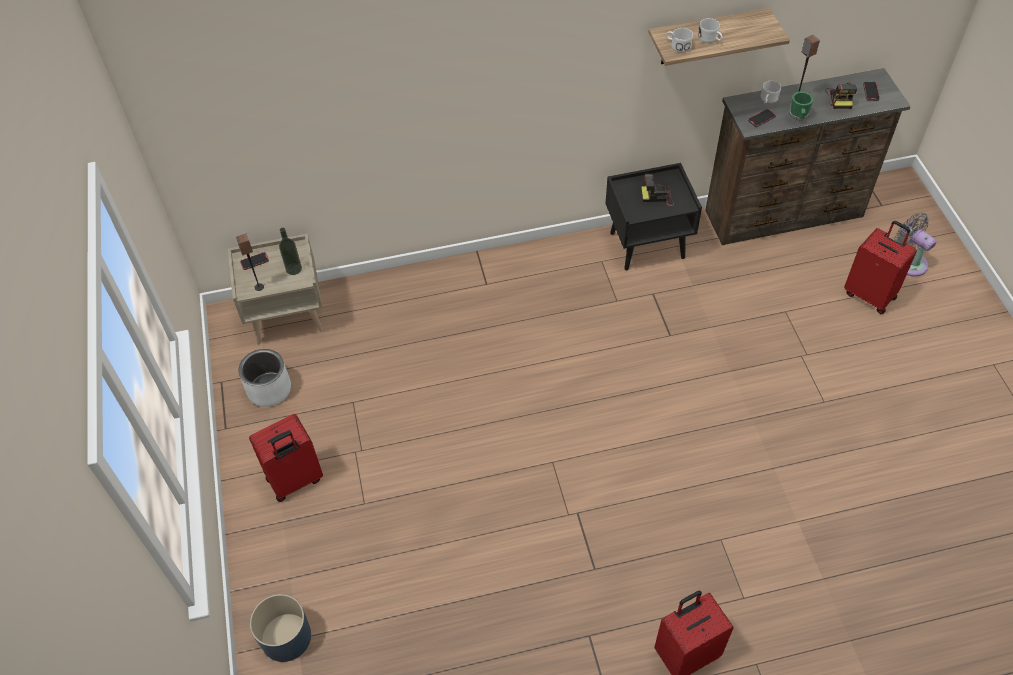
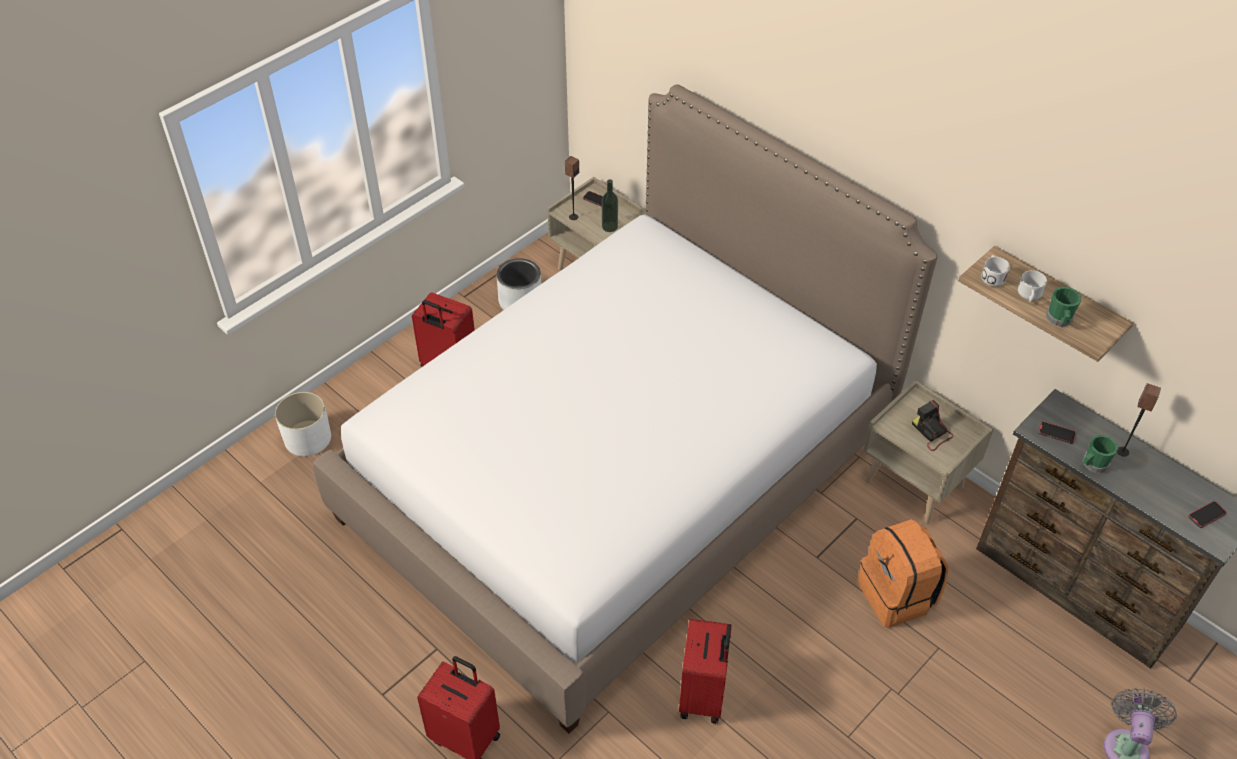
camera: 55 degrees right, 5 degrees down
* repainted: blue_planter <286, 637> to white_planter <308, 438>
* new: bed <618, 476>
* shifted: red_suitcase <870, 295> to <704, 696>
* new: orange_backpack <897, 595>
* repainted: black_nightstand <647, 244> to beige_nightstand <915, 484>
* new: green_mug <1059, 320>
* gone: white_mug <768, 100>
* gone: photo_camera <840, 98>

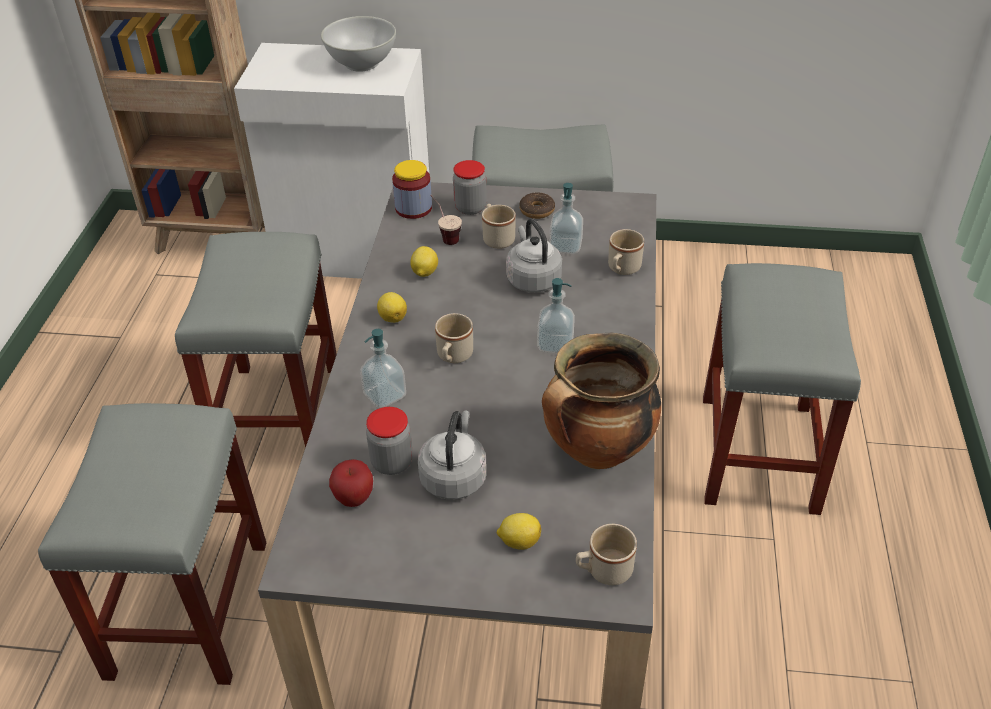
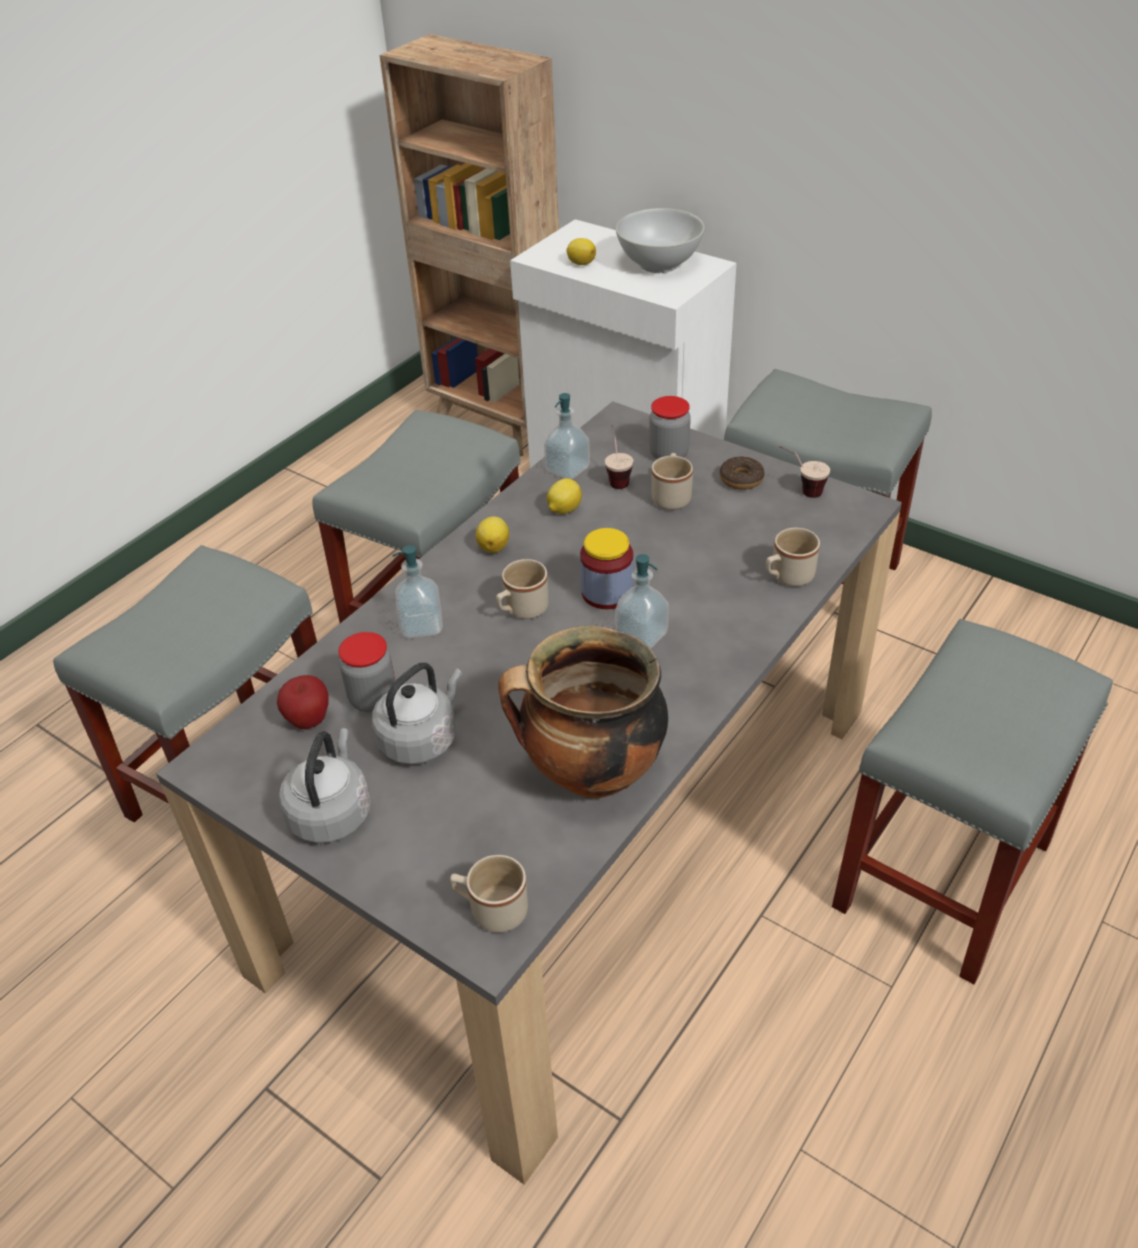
camera: 30 degrees right, 0 degrees up
* shifted: grey_kettle <532, 279> to <332, 812>
* shifted: soap_dispenser <565, 246> to <567, 469>
* shifted: lemon <519, 541> to <581, 263>
* shifted: jar <413, 208> to <607, 592>
* new: cup <800, 490>

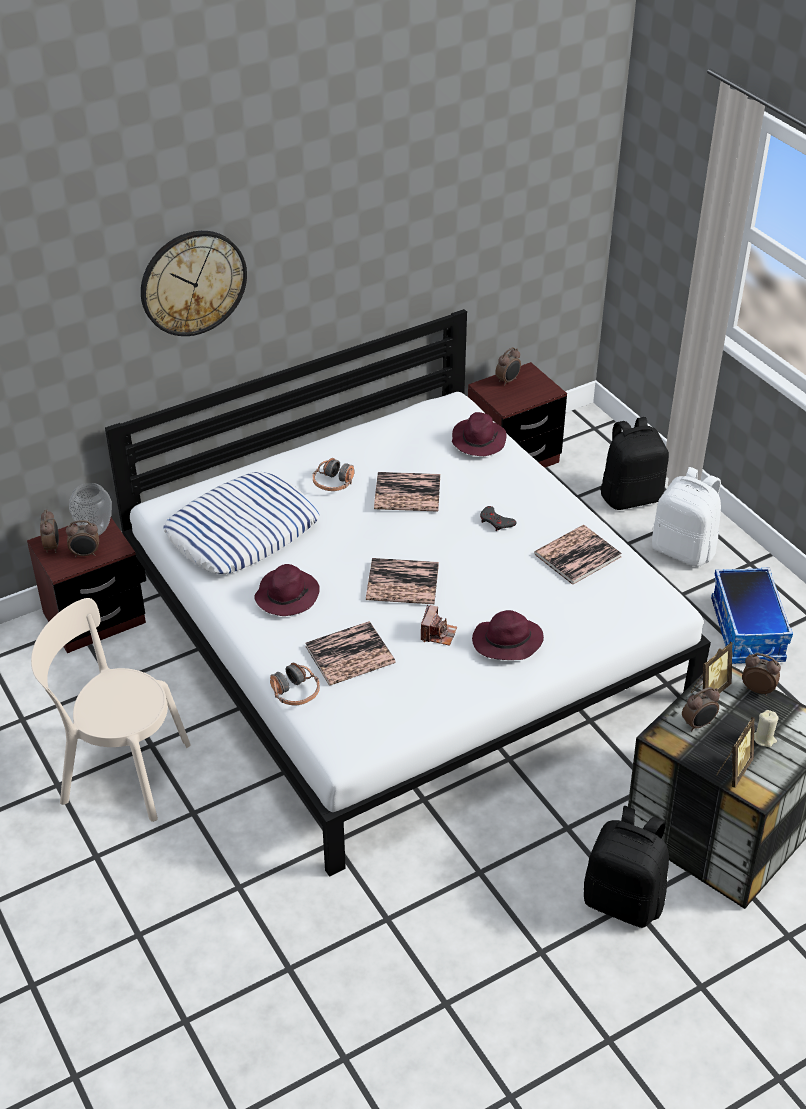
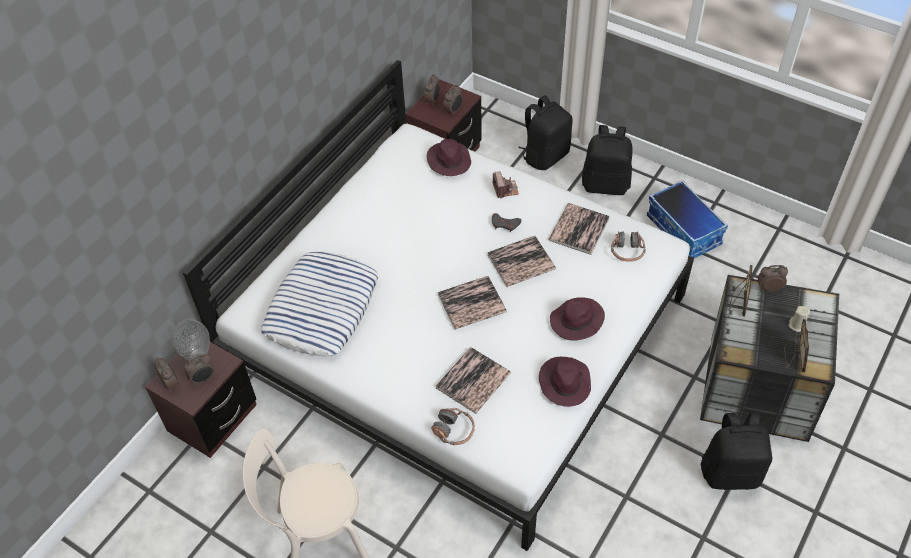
camera: 25 degrees left, 10 degrees up
* shifted: alarm_clock <698, 724> to <453, 111>
* shifted: book <407, 493> to <521, 262>
* shifted: photo_camera <438, 633> to <505, 189>
* shifted: purple_hat <287, 595> to <564, 382>
* repainted: white_backpack <684, 550> to black_backpack <606, 184>
* shifted: headphones <333, 483> to <627, 251>
* gone: wall_clock <193, 283>

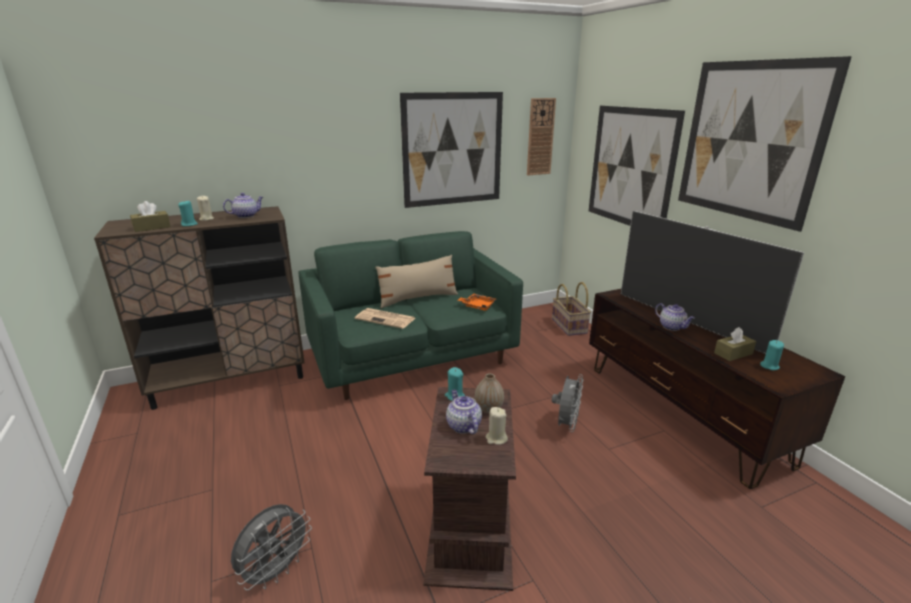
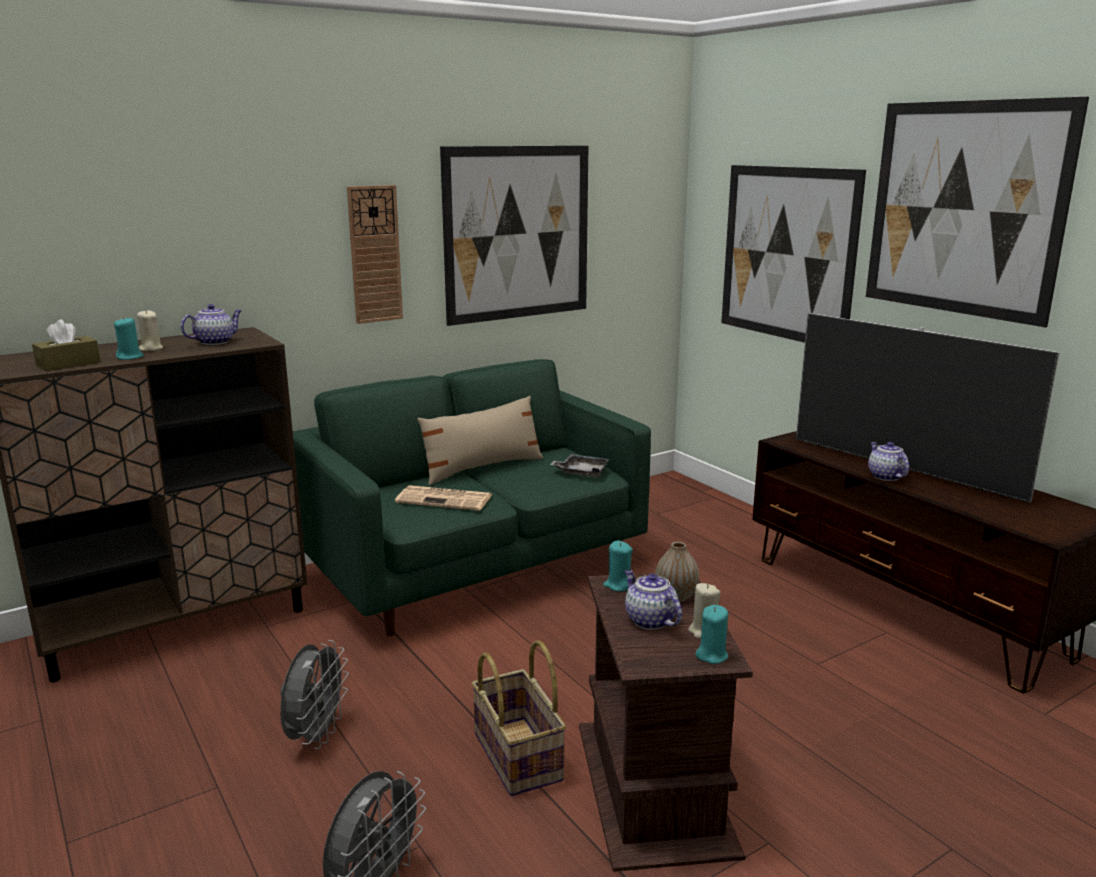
camera: 10 degrees left, 5 degrees down
* shifted: grey_fan <566, 424> to <316, 736>
* shifted: wall_clock <540, 137> to <375, 254>
* shifted: basket <570, 326> to <519, 756>
* repainted: orange_tray <477, 306> to grey_tray <581, 472>
* shifted: turquoise_candle <769, 366> to <711, 655>
* rotated: teapot <672, 327> = <885, 476> 150 degrees counterclockwise
* gone: brown_tissue_box <733, 353>

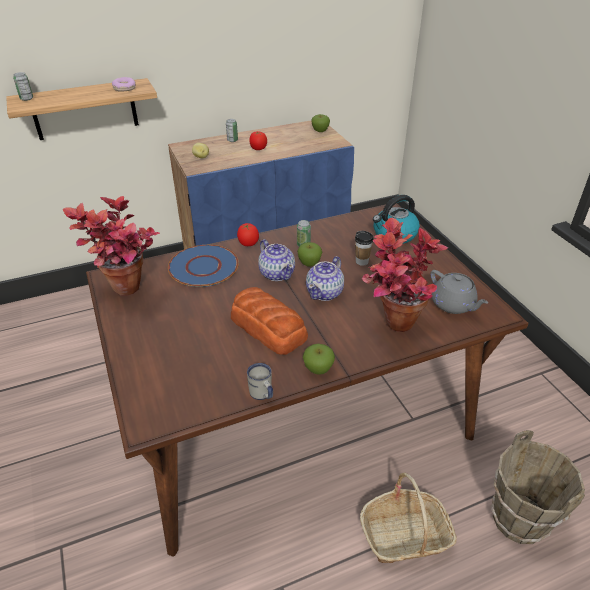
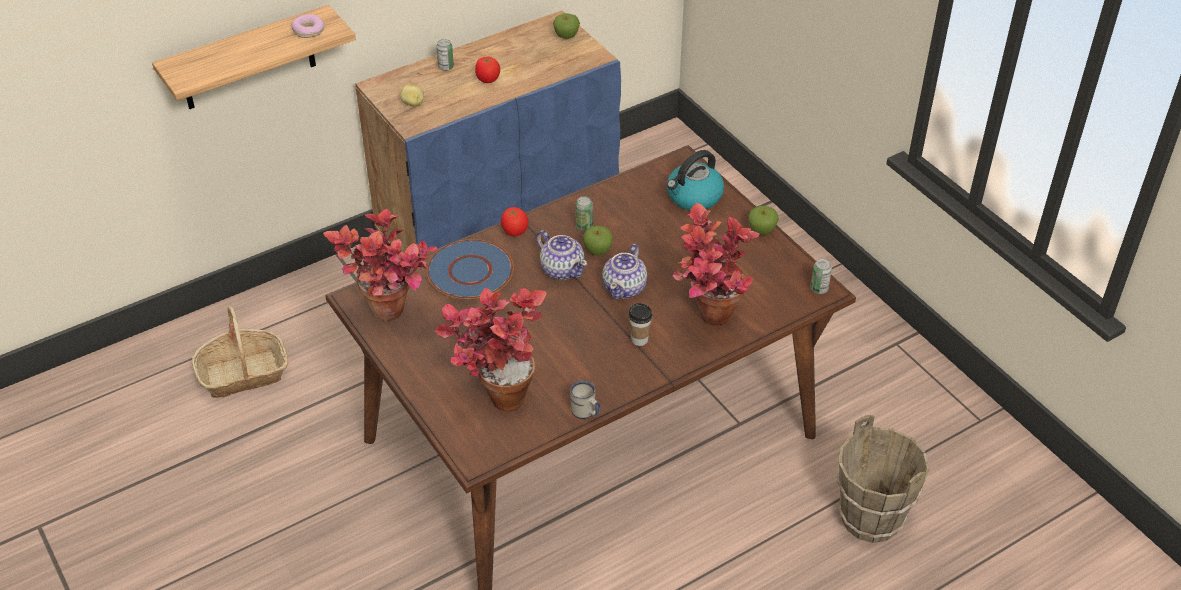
camera: 10 degrees left, 5 degrees up
* shifted: basket <405, 535> to <243, 373>
* new: potted_plant <495, 396>
* shifted: cup <362, 261> to <639, 340>
* shifted: apple <318, 369> to <761, 231>
* shifted: can <26, 99> to <819, 289>
* gone: bread <268, 327>
* gone: grey_teapot <453, 304>

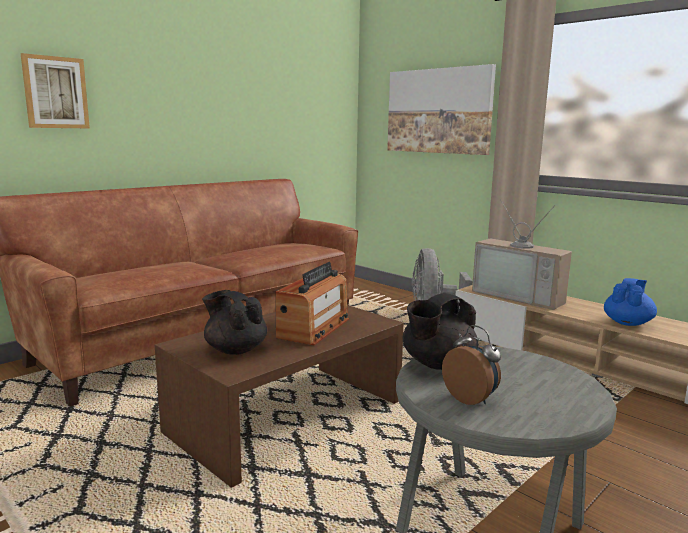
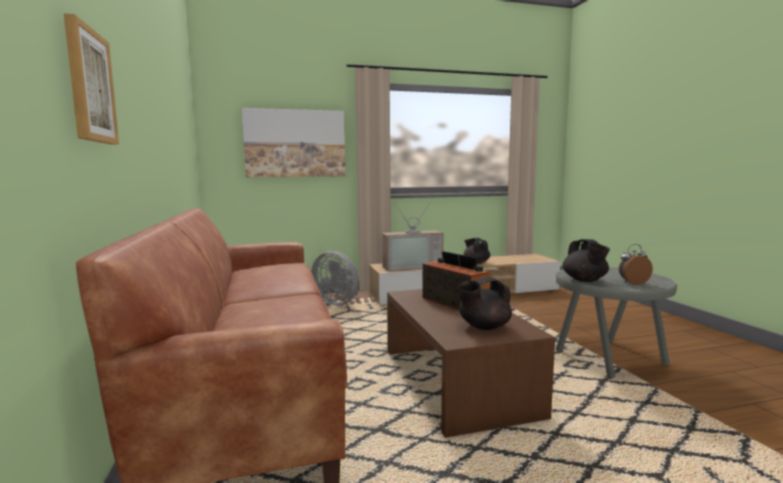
camera: 60 degrees left, 5 degrees down
* repainted: blue_teapot <627, 323> to black_teapot <476, 263>

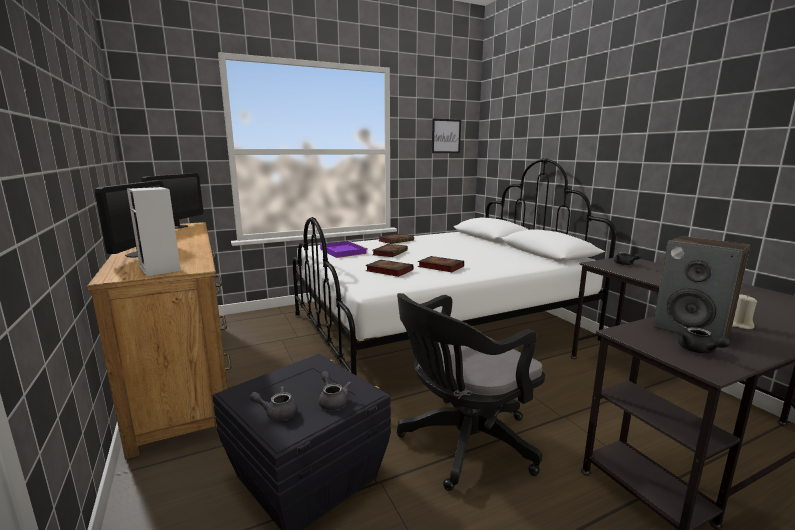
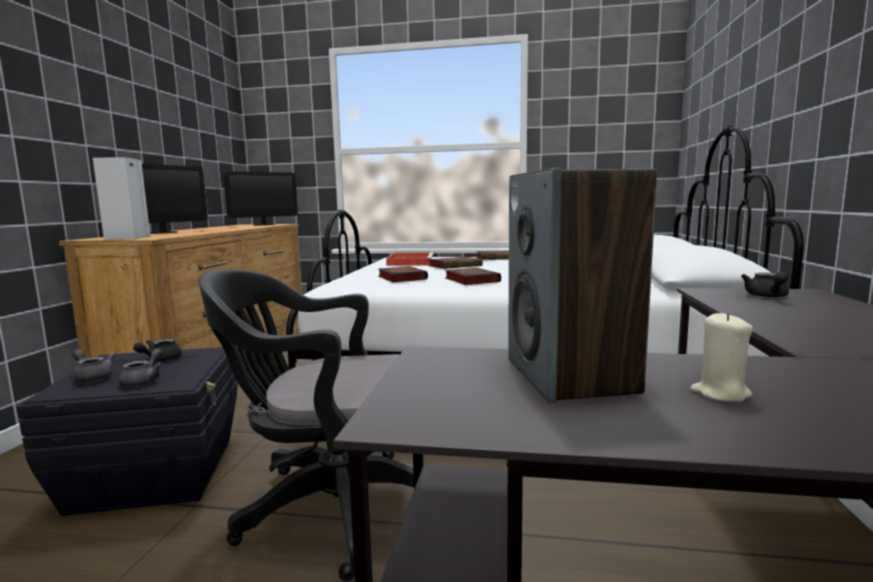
camera: 35 degrees right, 5 degrees down
* shifted: black_teapot <699, 351> to <160, 359>
* repainted: purple_tray <342, 251> to red_tray <410, 262>
* gone: picture <446, 136>

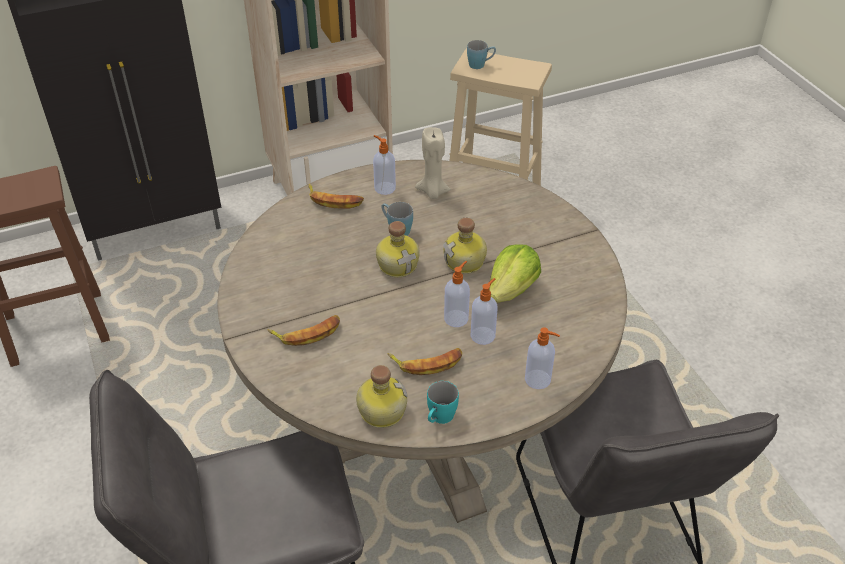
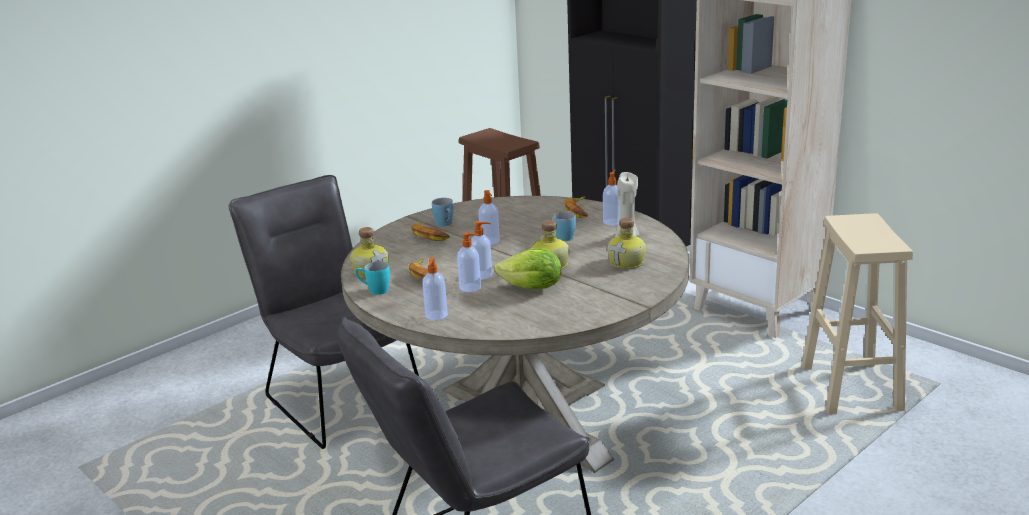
camera: 70 degrees right, 20 degrees down
* shifted: blue_mug <480, 65> to <445, 224>
* new: soap_dispenser <490, 241>
* shifted: bottle <398, 264> to <628, 262>

